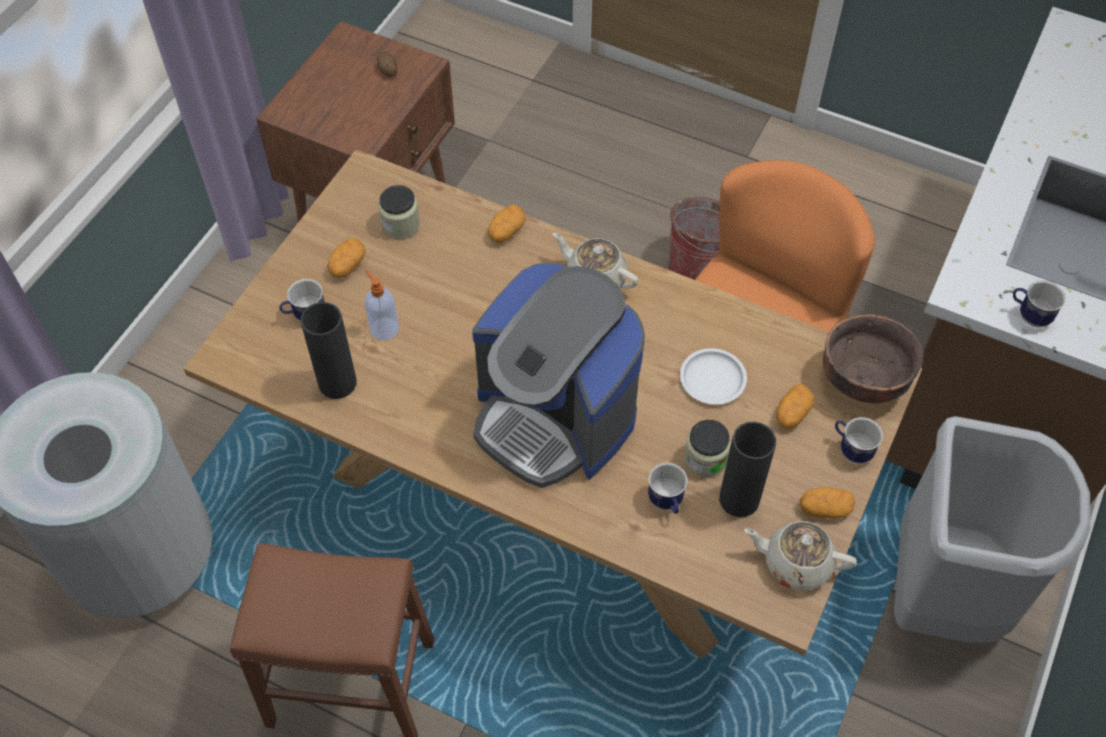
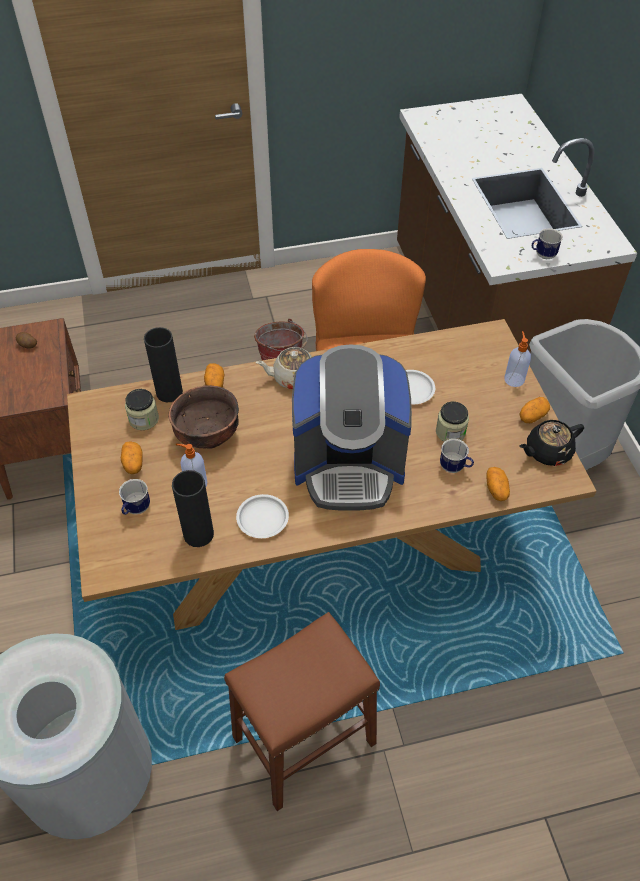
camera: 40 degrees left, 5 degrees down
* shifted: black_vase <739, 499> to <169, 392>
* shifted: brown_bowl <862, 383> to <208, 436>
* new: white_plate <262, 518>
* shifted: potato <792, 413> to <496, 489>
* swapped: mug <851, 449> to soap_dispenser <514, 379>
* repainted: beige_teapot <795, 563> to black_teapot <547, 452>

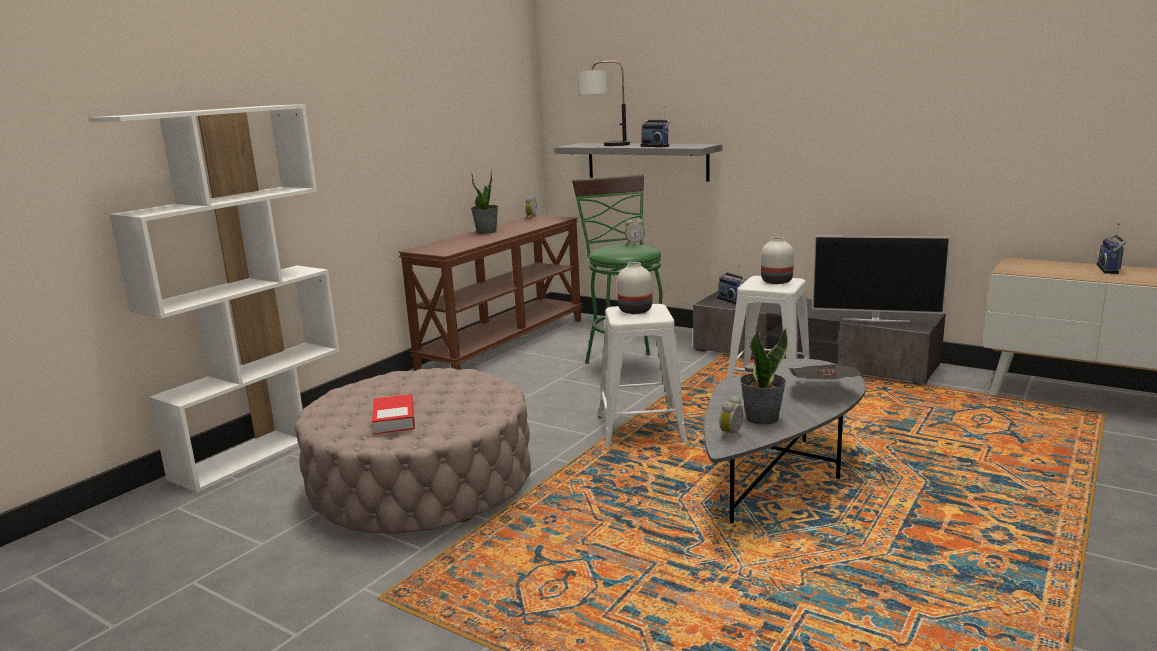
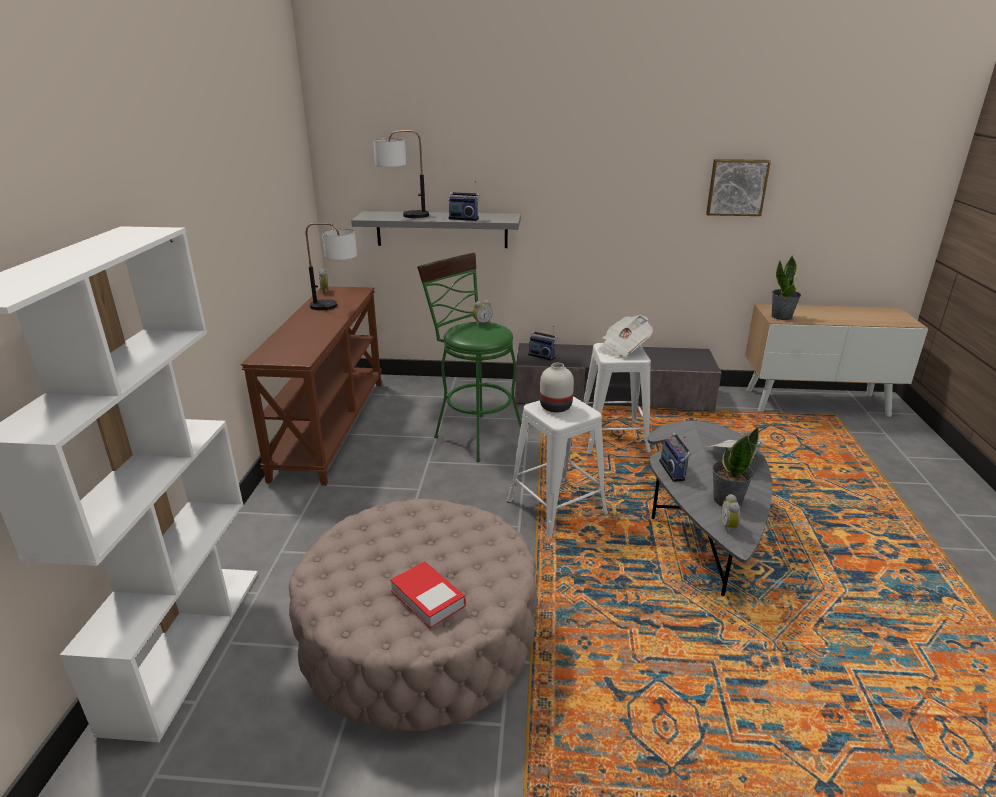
camera: 30 degrees left, 10 degrees up
* new: table_lamp <336, 306>
* swapped: white_vase <776, 281> to newspaper <622, 349>
* shifted: radio <1110, 269> to <673, 470>
* new: picture <736, 187>
* shifted: potted_plant <486, 232> to <781, 316>
* gone: television <875, 320>

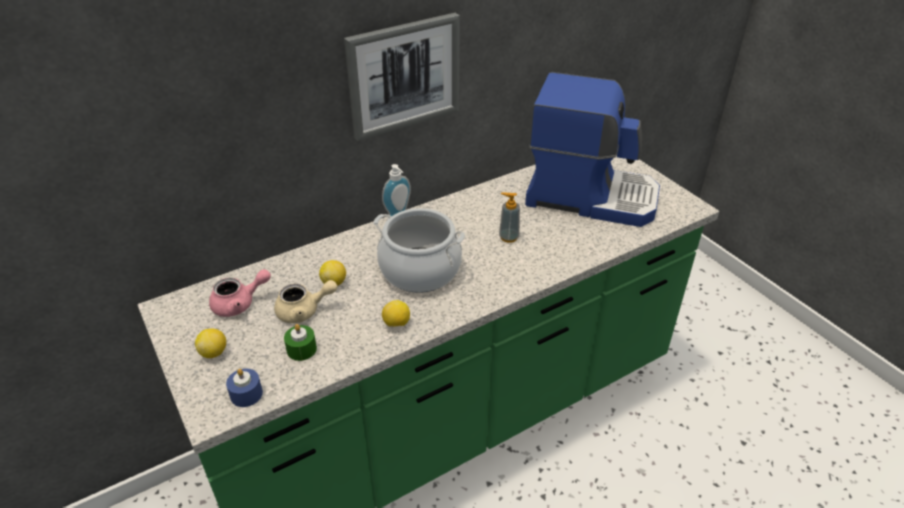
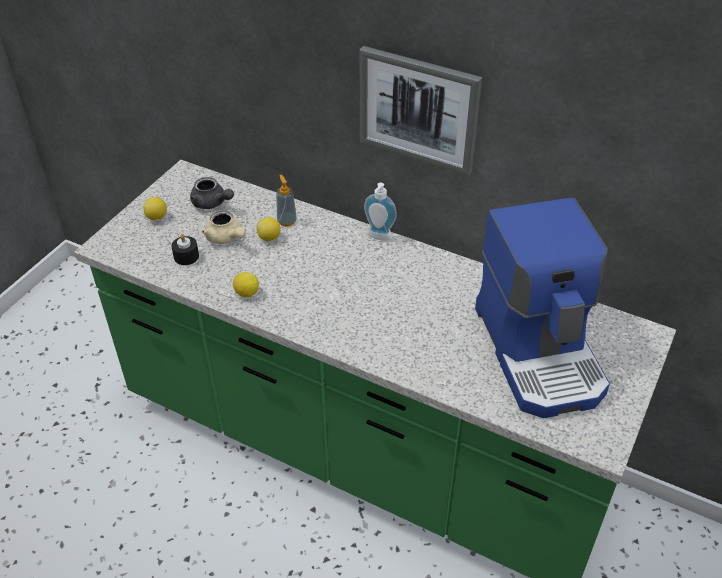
camera: 60 degrees right, 5 degrees up
* repainted: green_candle <301, 349> to black_candle <186, 256>
* repainted: pink_teapot <239, 304> to grey_teapot <212, 203>
* shifted: soap_dispenser <508, 237> to <287, 221>
* gone: blue_candle <246, 394>
* gone: cooking_pot <420, 270>

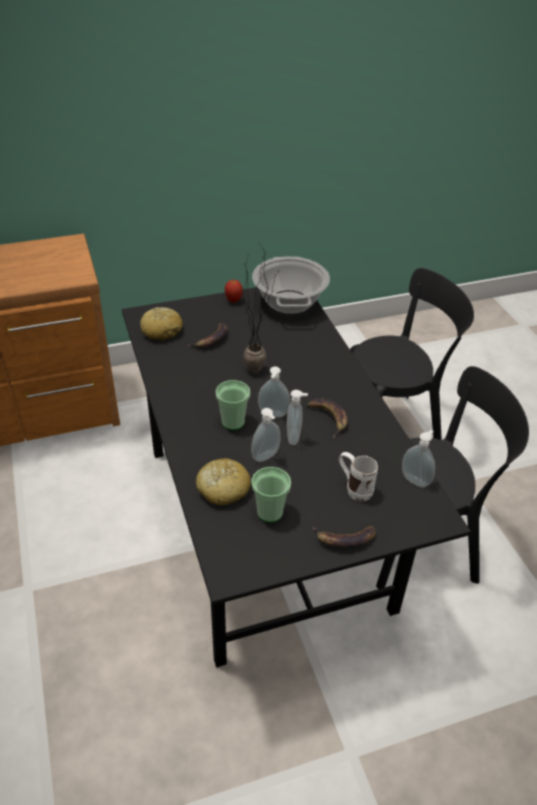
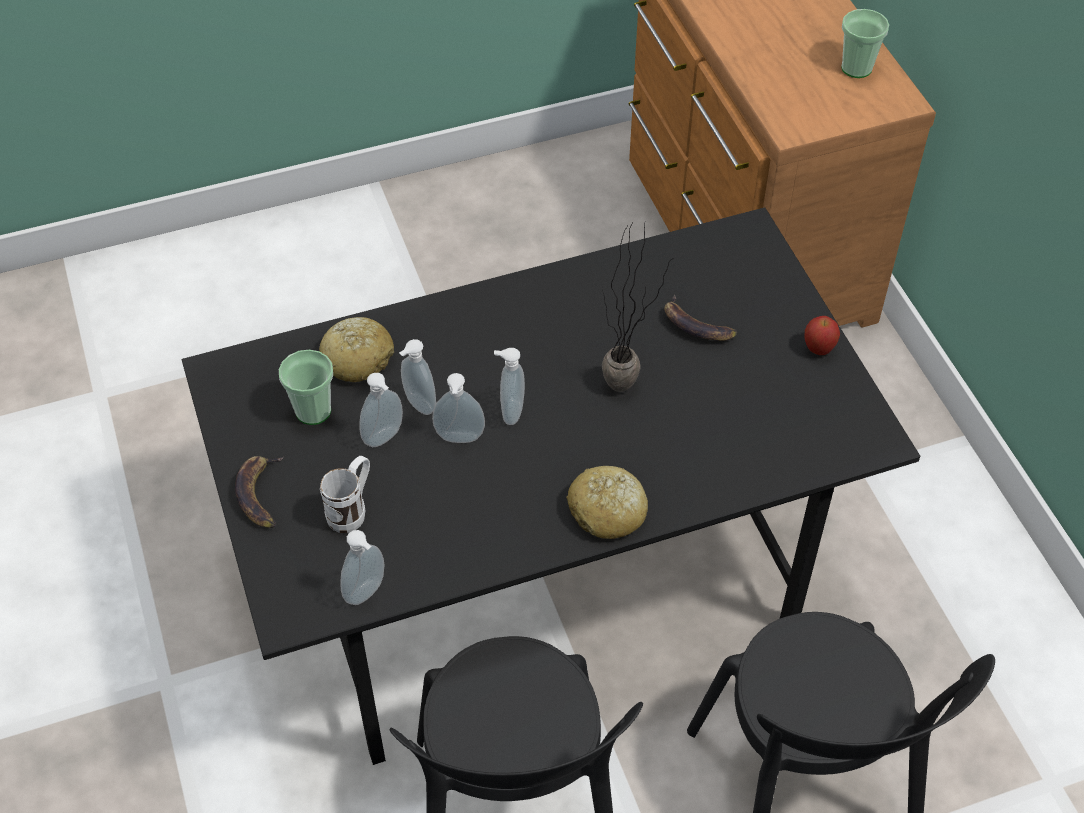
camera: 90 degrees right, 10 degrees up
* new: soap_dispenser <385, 438>
* shifted: bread <162, 330> to <607, 511>
* shifted: cup <233, 422> to <856, 68>
* gone: cooking_pot <289, 302>
* gone: banana <328, 418>

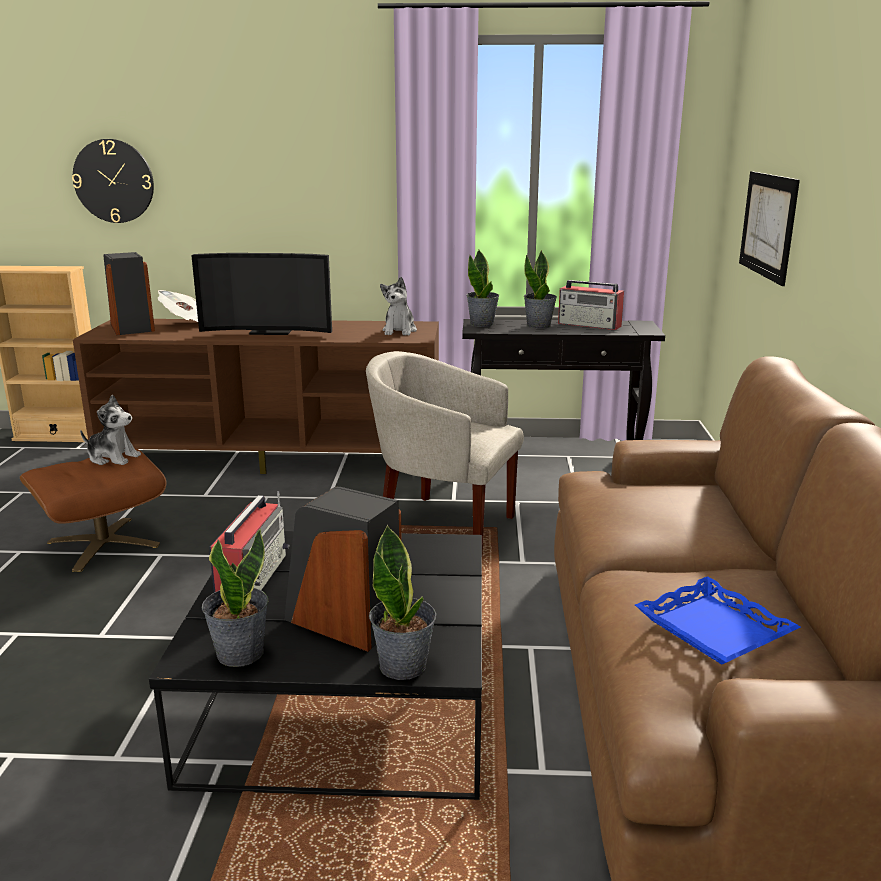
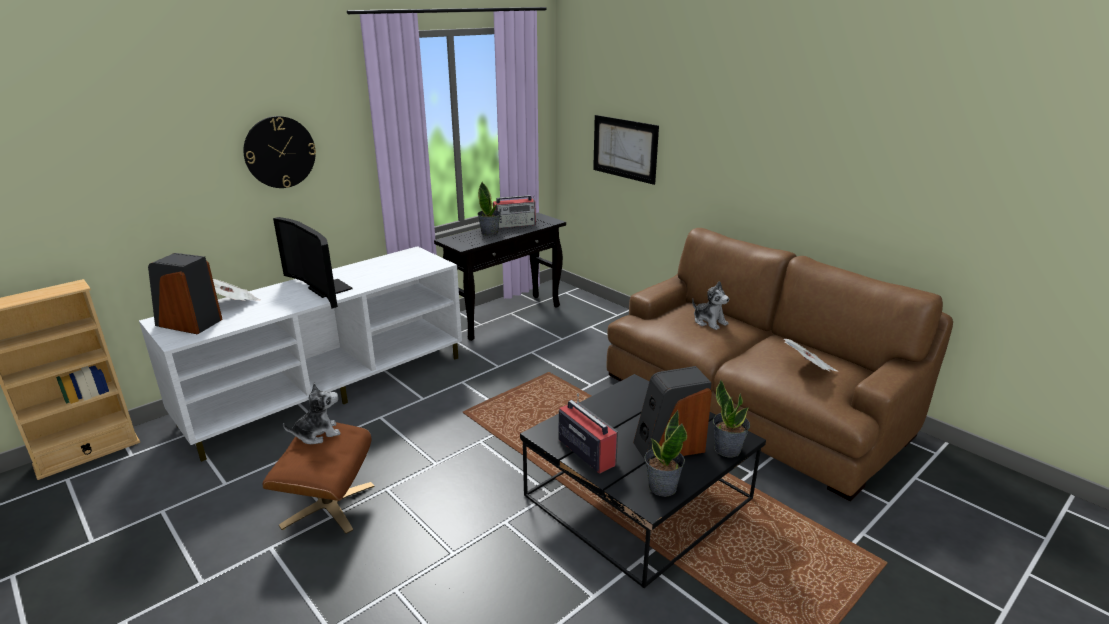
camera: 45 degrees left, 5 degrees up
* repainted: brown_tv_stand <274, 457> to white_tv_stand <330, 388>
* shifted: wall_clock <114, 181> to <280, 152>
* rotated: television <270, 332> = <324, 290> 90 degrees clockwise
* shifted: plush_toy <399, 331> to <709, 322>
* swapped: blue_tray <715, 629> to newspaper <808, 369>
* gone: beige_armchair <442, 526>
* gone: potted_plant <482, 324>

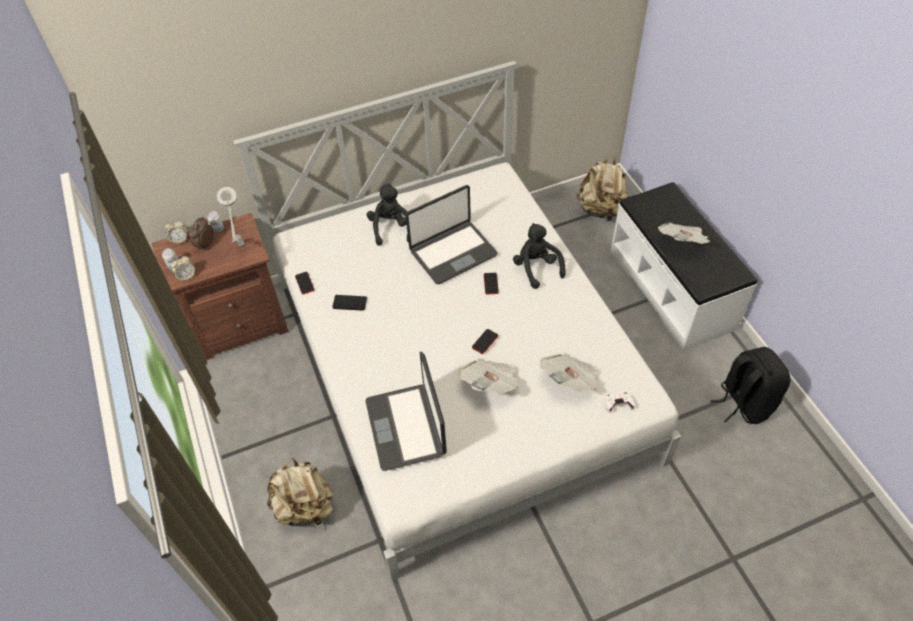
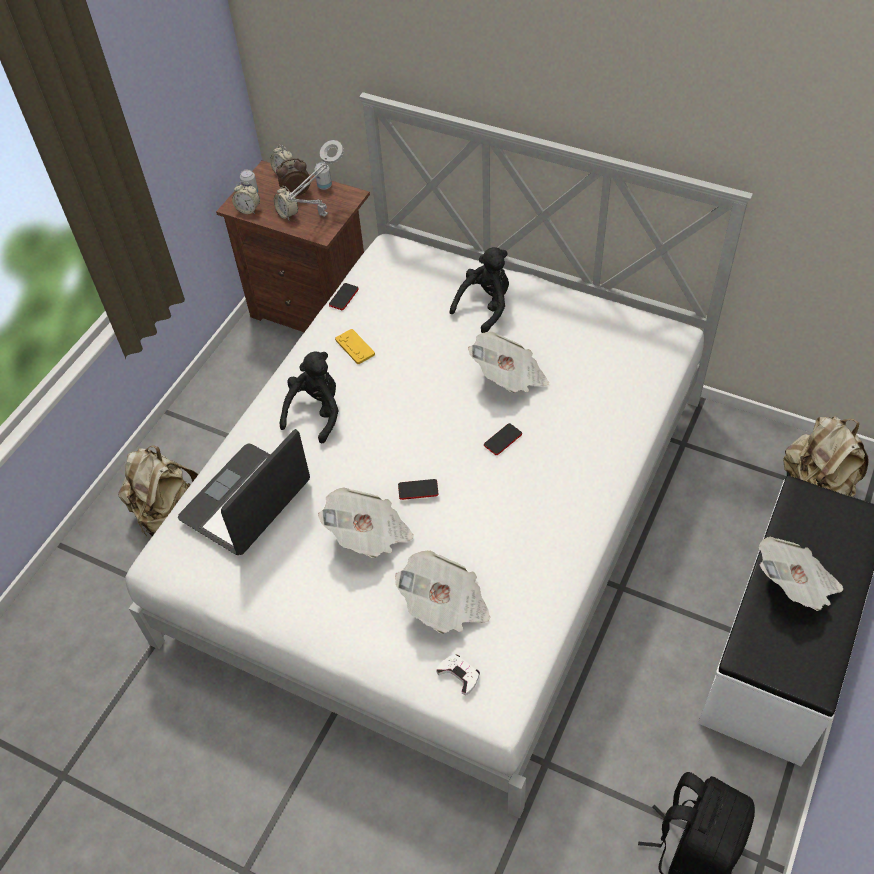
camera: 50 degrees right, 0 degrees up
* new: alarm_clock <288, 214>
* shifted: black_plush_toy <536, 268> to <316, 412>
* repainted: black_game_controller <349, 303> to yellow_game_controller <355, 347>
* swapped: laptop <452, 252> to newspaper <509, 377>

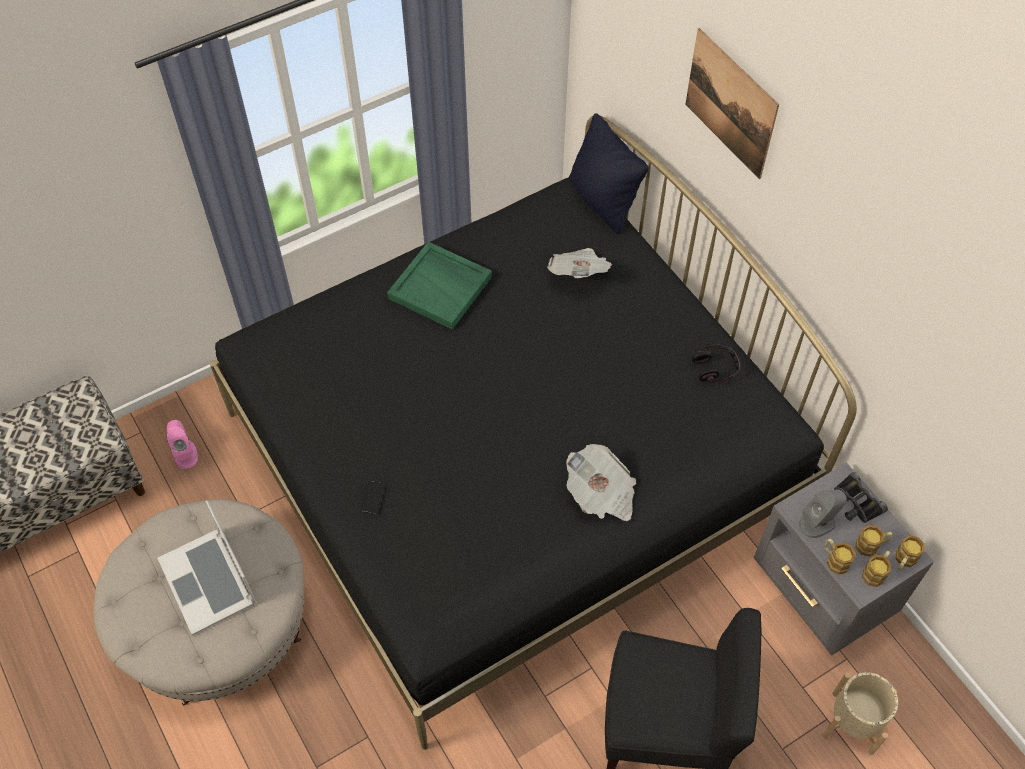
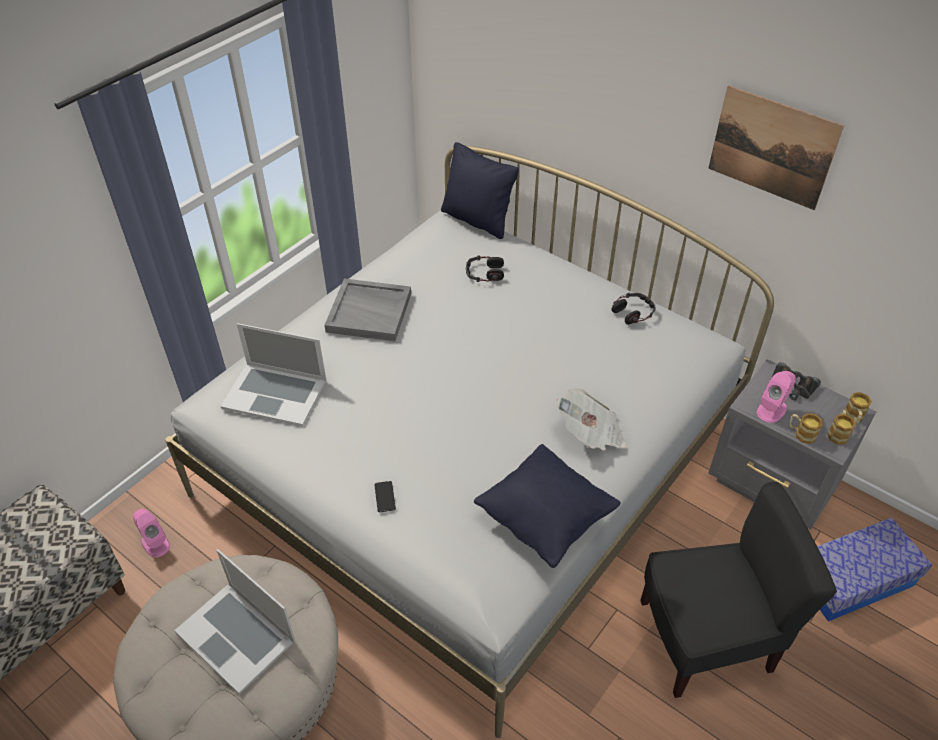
camera: 20 degrees left, 10 degrees down
* repainted: black_bed <513, 463> to white_bed <469, 461>
* new: laptop <275, 393>
* repainted: green_tray <441, 287> to grey_tray <370, 312>
* swapped: newspaper <579, 274> to headphones <484, 273>
* new: black_pillow <545, 519>
* shifted: picture <730, 103> to <772, 147>
* repainted: grey_speaker <818, 523> to pink_speaker <771, 409>
* swapped: beige_planter <853, 722> to storage_box <853, 580>
* gone: mug <871, 545>

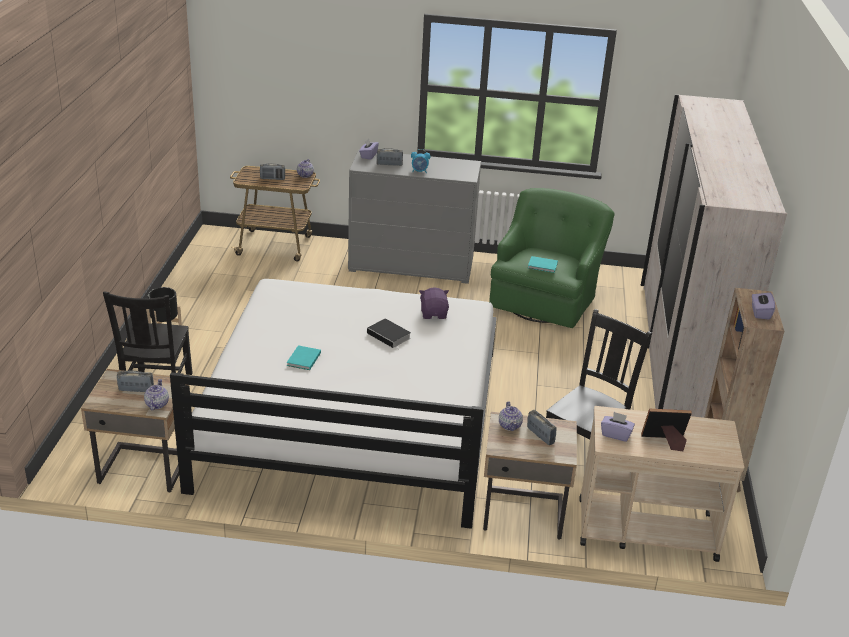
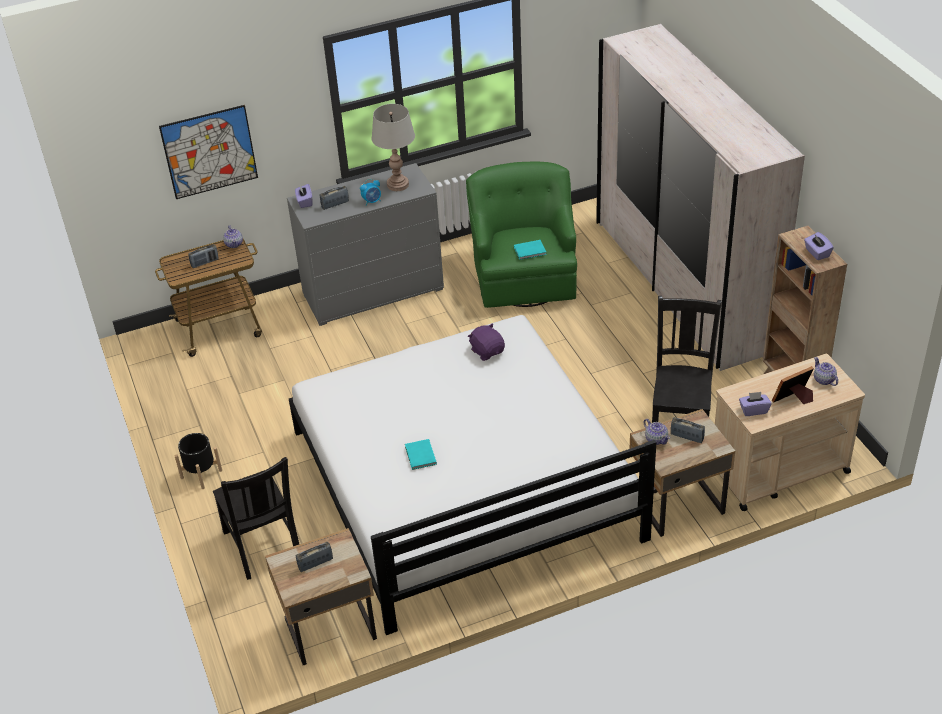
camera: 25 degrees left, 10 degrees up
* new: picture <209, 152>
* new: grey_table_lamp <398, 185>
* shifted: teapot <156, 404> to <824, 380>
* gone: book <390, 336>

